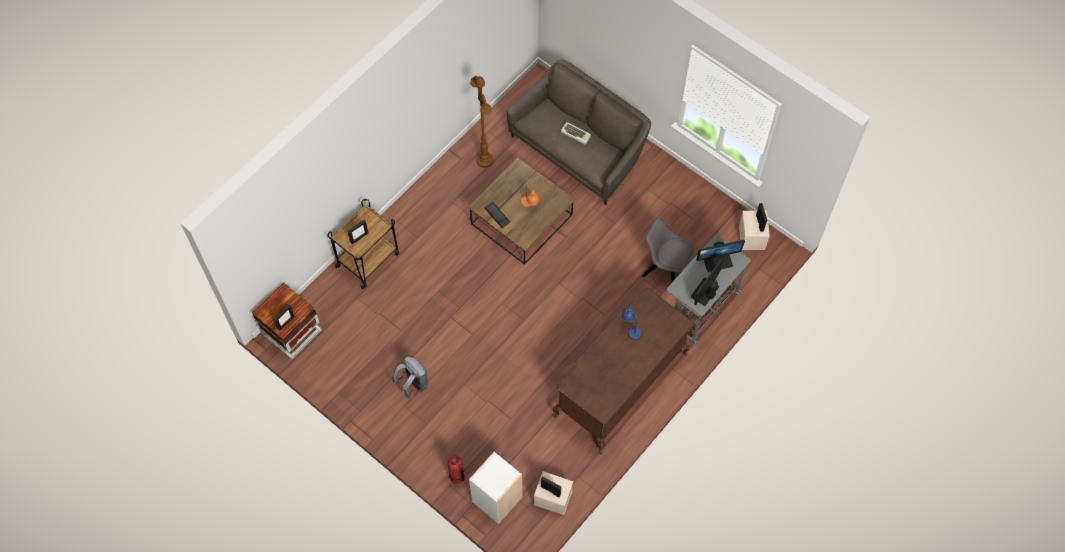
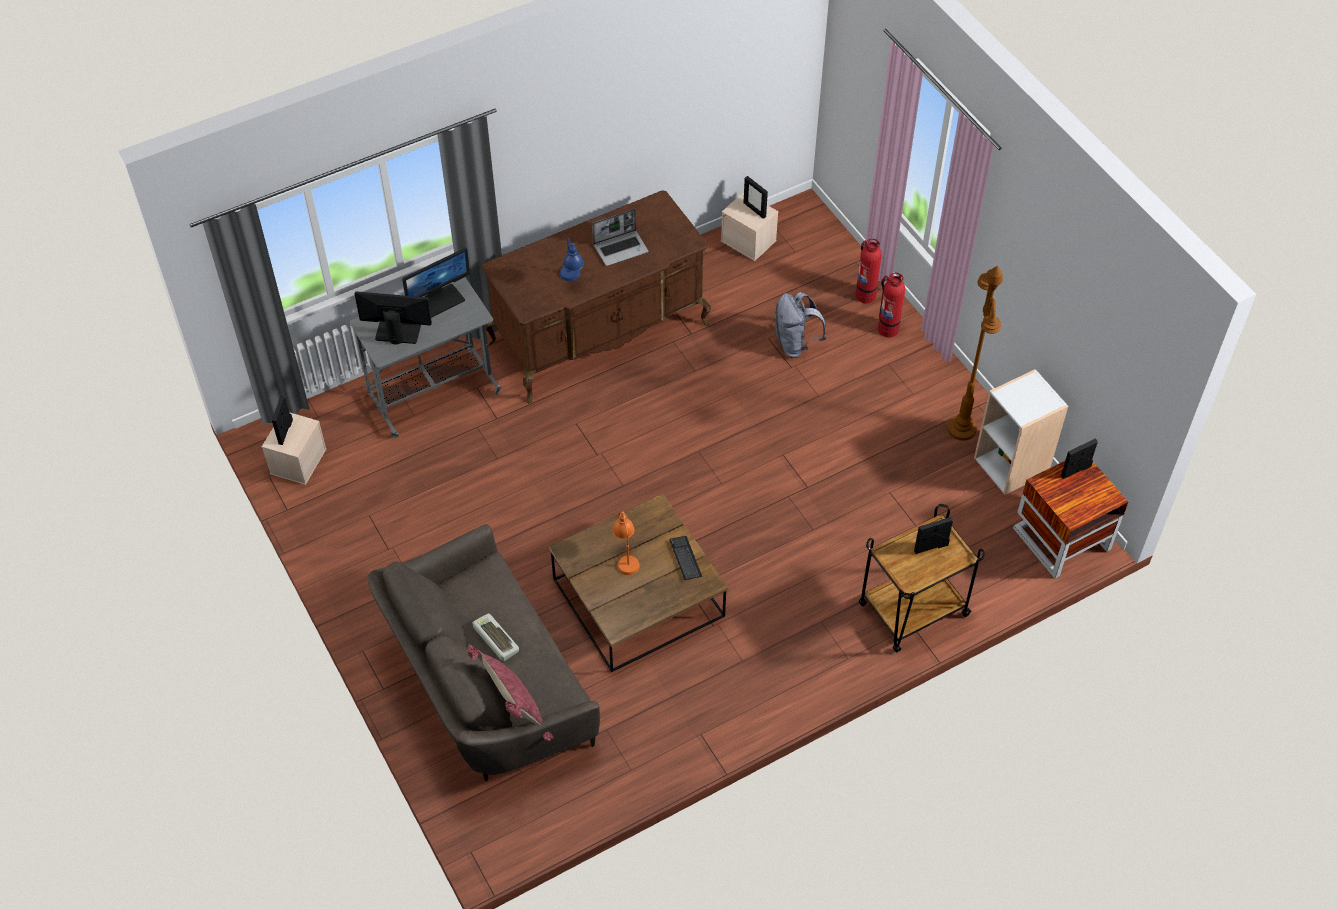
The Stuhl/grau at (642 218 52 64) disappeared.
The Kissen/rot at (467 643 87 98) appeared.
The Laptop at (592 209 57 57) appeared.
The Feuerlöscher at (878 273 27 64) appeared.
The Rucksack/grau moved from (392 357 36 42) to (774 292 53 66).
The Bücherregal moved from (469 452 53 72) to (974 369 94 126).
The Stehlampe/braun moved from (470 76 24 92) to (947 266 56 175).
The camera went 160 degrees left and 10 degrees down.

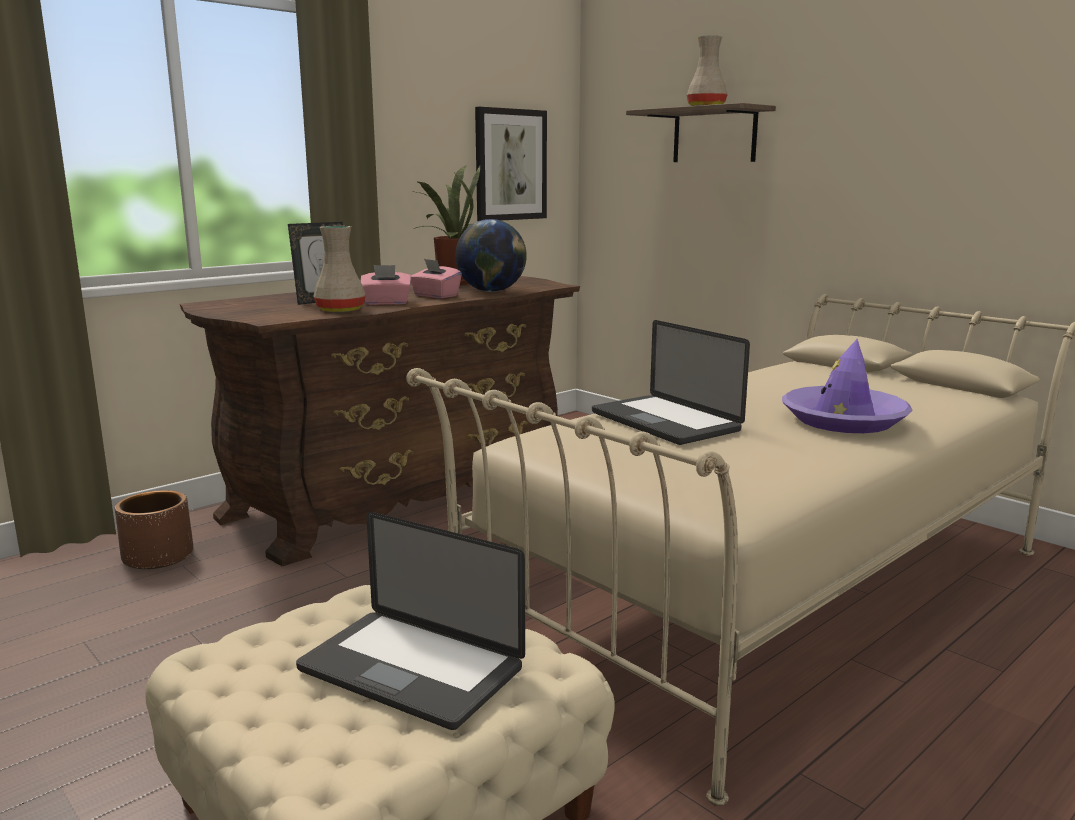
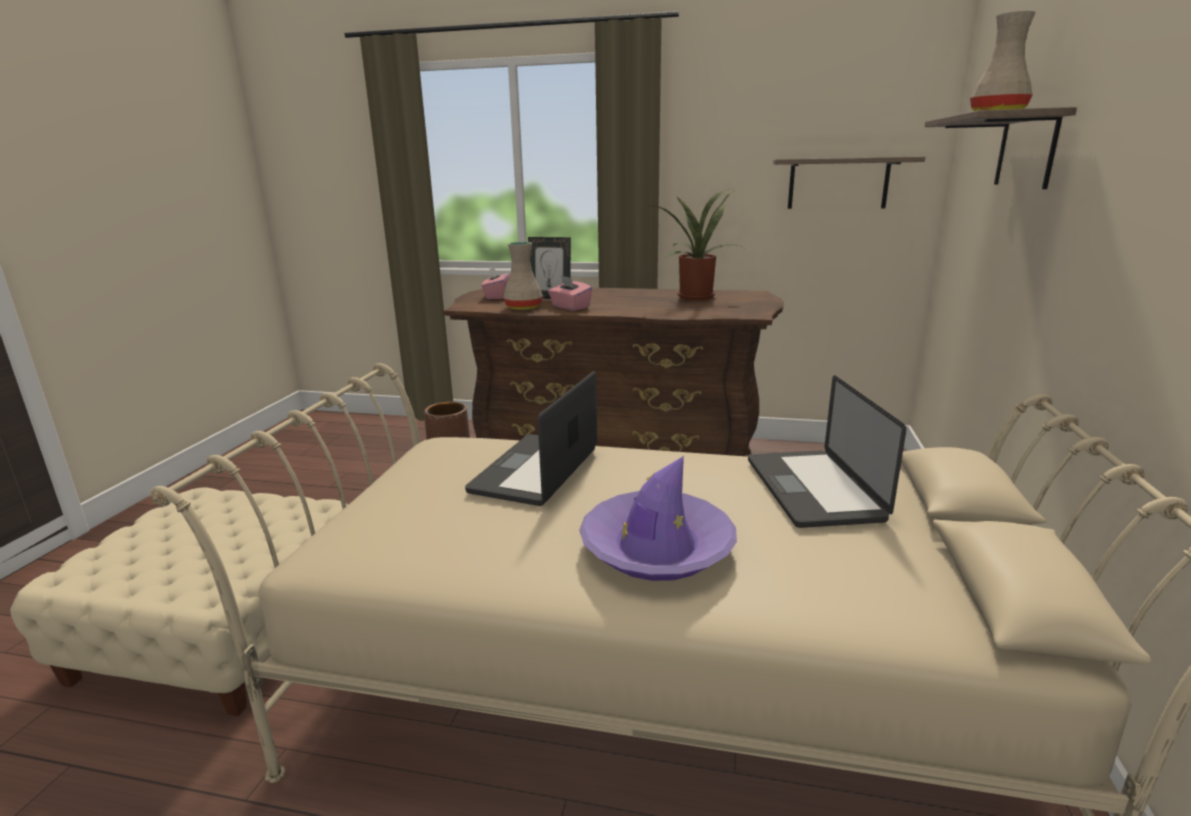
The Globus at (455 219 72 73) disappeared.
The Laptop moved from (296 512 229 218) to (748 375 158 153).
The Taschentuchbox/rosa moved from (411 259 51 39) to (482 266 28 33).
The Bild at (475 107 72 114) was replaced by the Wandregal at (773 157 152 52).
The camera went 55 degrees right and 5 degrees up.

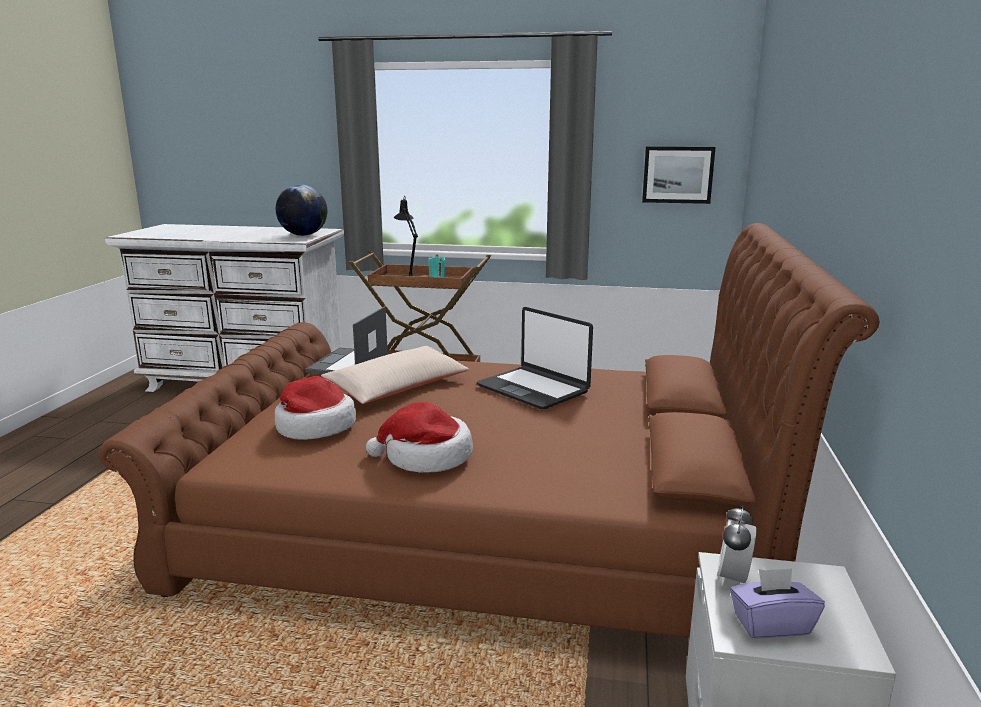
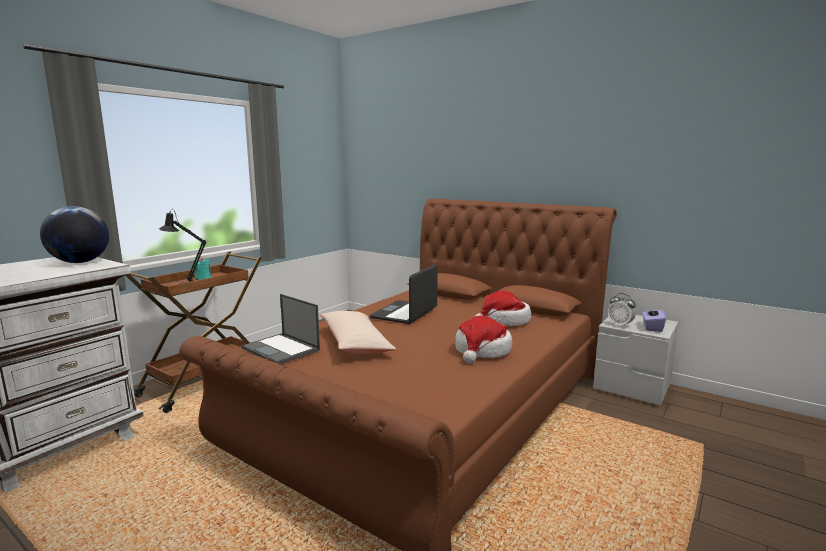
The Bild at (642 146 74 58) disappeared.
The Hut moved from (275 376 81 64) to (475 291 56 35).
The Laptop at (477 307 116 103) turned 135 degrees clockwise.
The camera went 65 degrees left and 5 degrees down.

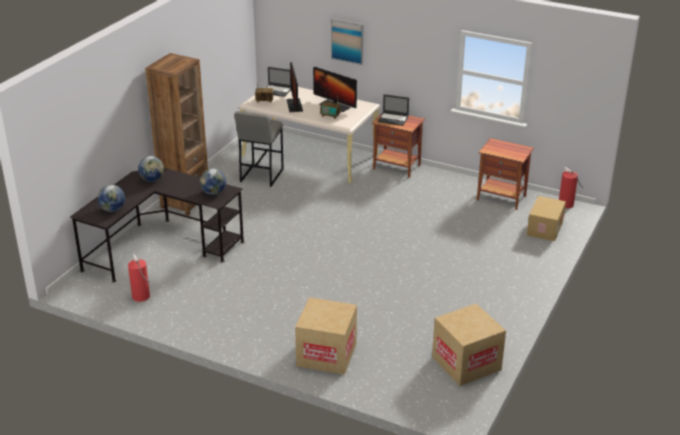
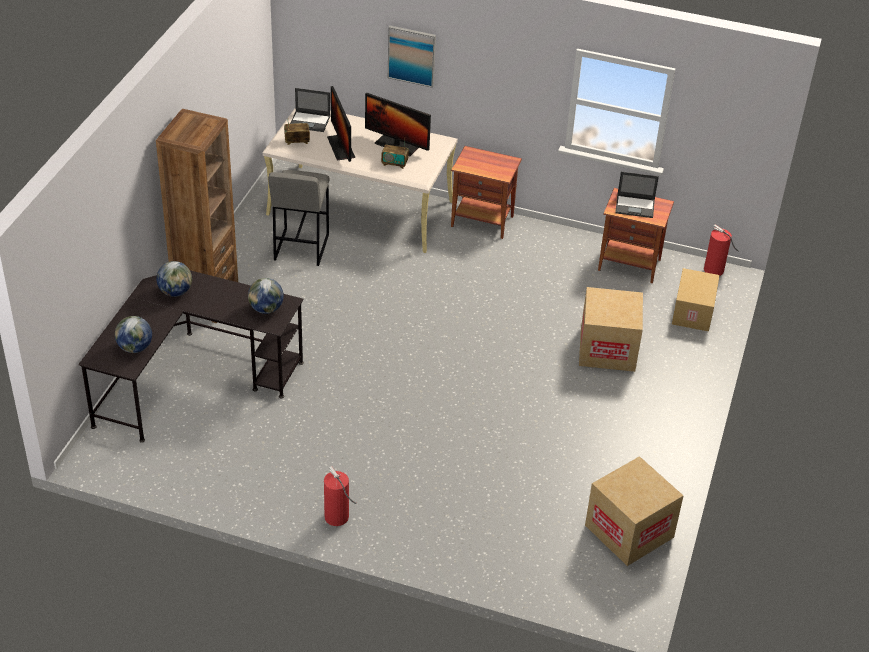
The Feuerlöscher moved from (128 254 22 48) to (324 466 32 60).
The Karton moved from (295 297 62 78) to (579 287 64 85).
The Laptop moved from (378 94 31 32) to (615 172 44 46).
The camera went 10 degrees left and 10 degrees up.

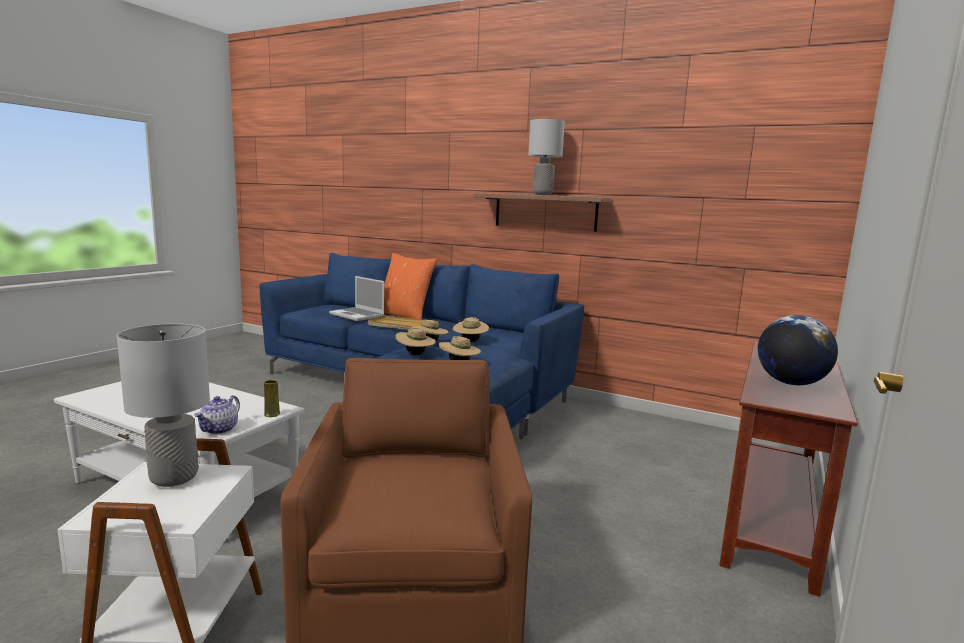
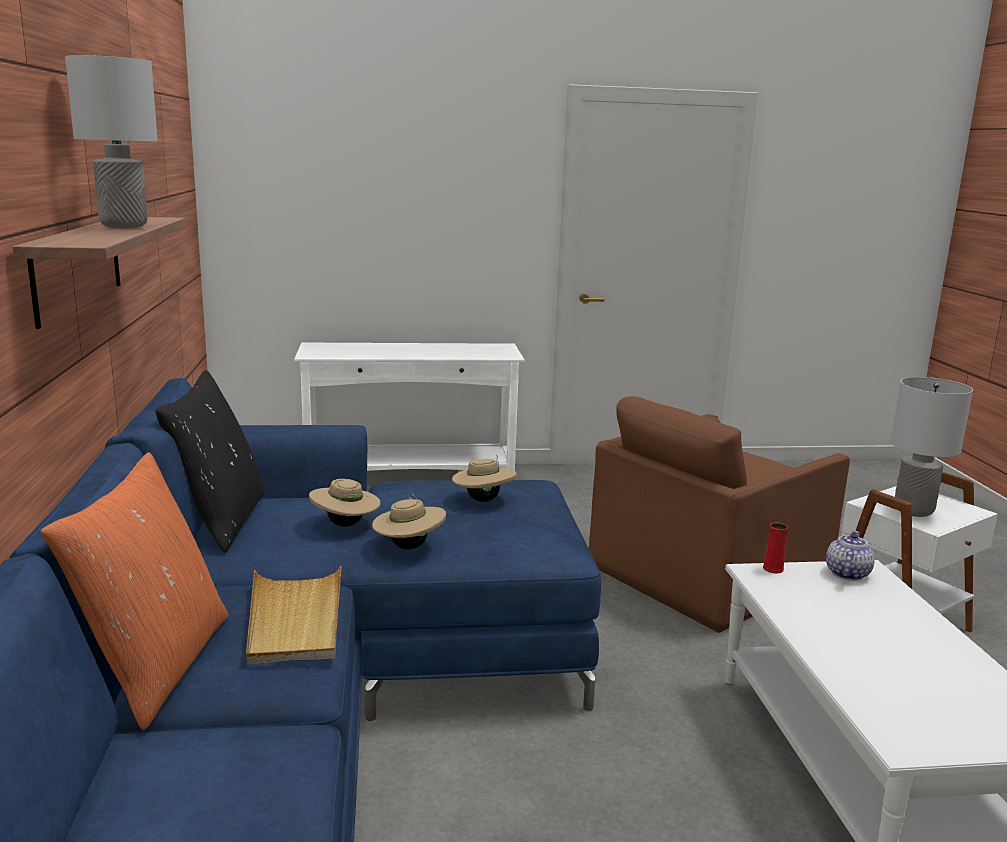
The Laptop at (329 276 55 45) disappeared.
The Hut/beige at (395 328 41 27) disappeared.
The Globus at (758 315 80 70) disappeared.
The Kissen/schwarz at (155 370 109 183) appeared.
The Vase/gelb at (264 380 16 37) became the Vase/rot at (763 523 25 50).
The Konsolentisch/braun at (719 341 139 256) became the Konsolentisch/weiß at (294 343 231 128).
The Teekanne at (194 395 46 39) turned 45 degrees counterclockwise.
The camera went 125 degrees left and 5 degrees up.

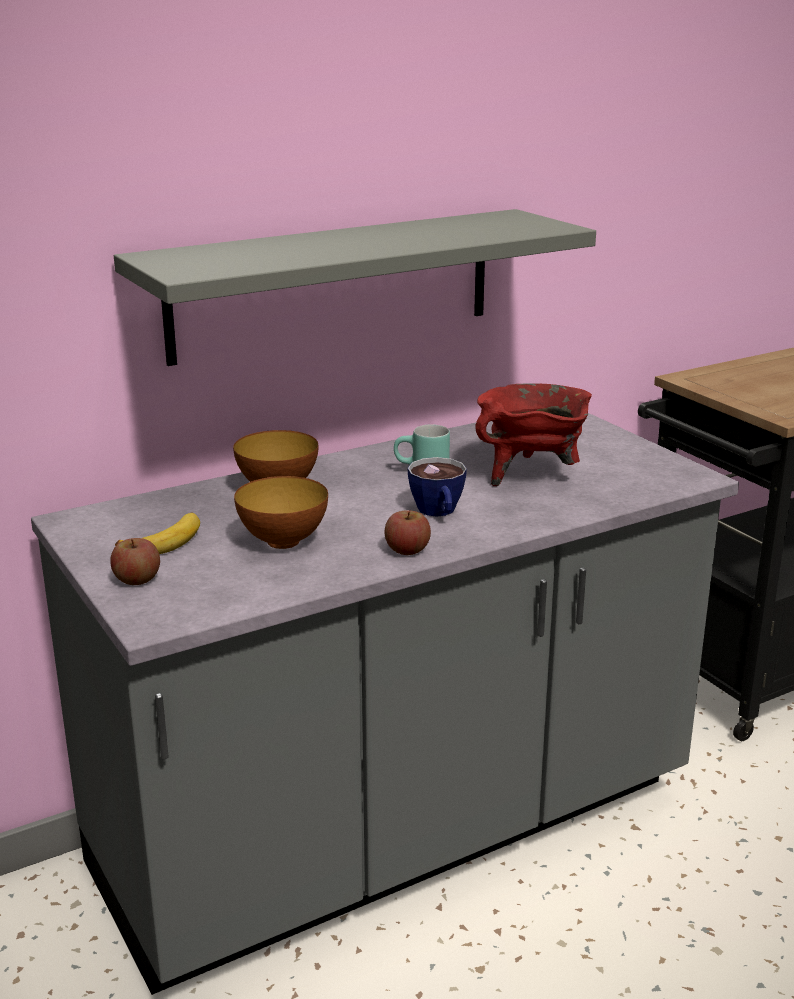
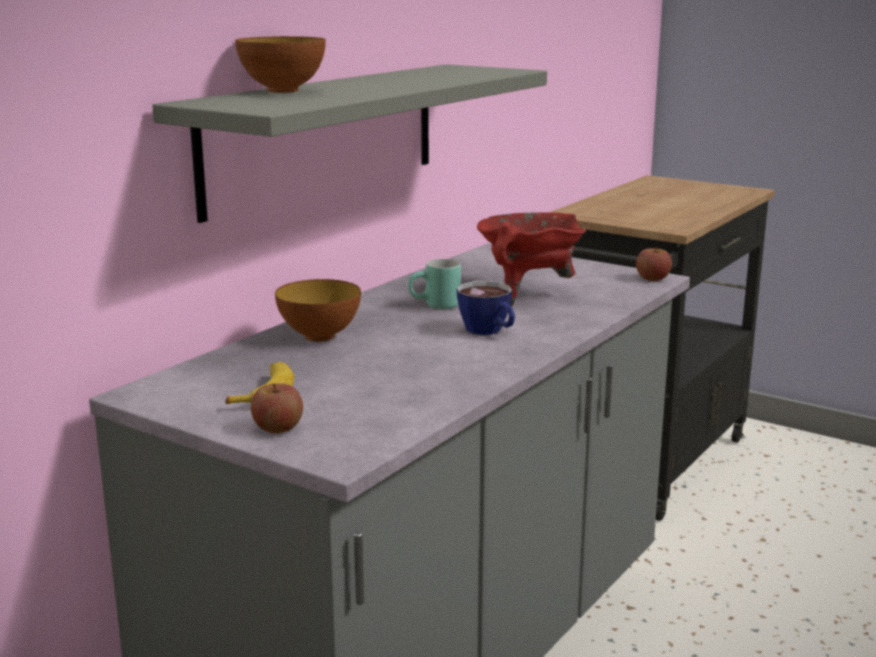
The Schüssel moved from (234 476 94 73) to (235 36 91 57).
The Apfel moved from (385 510 46 45) to (636 247 36 34).
The camera went 25 degrees left and 5 degrees down.

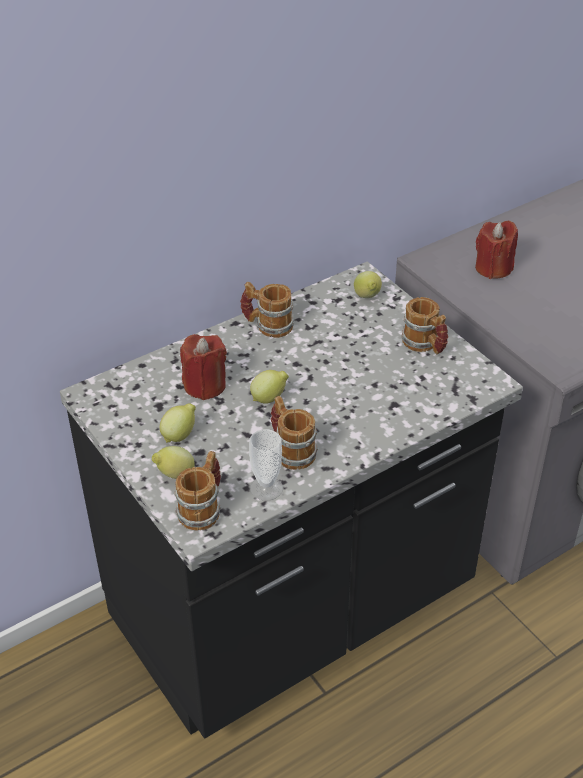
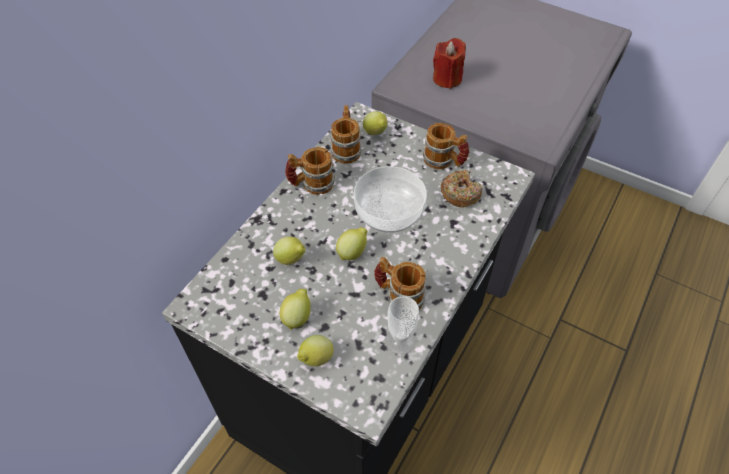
The Schüssel at (354 166 73 67) appeared.
The Donut at (441 170 41 37) appeared.
The Henkelbecher moved from (174 451 47 80) to (331 105 30 59).
The Kerze/rot at (180 334 47 66) was replaced by the Zitrone at (273 237 32 28).
The camera went 25 degrees left and 10 degrees up.

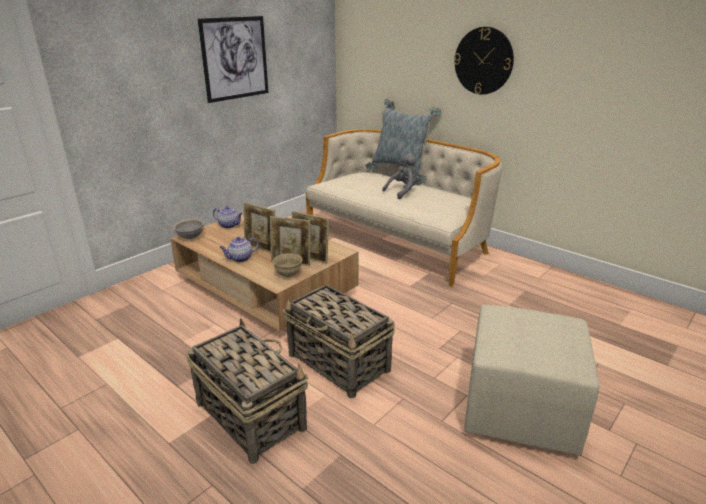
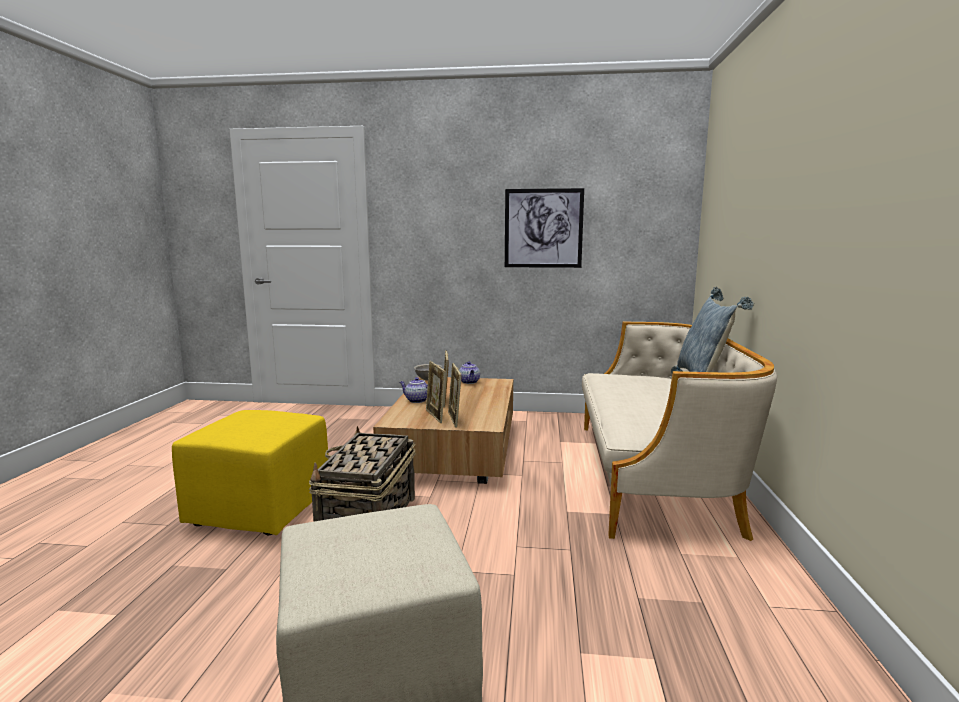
The Schüssel/beige at (272 253 31 24) disappeared.
The Plüschtier/grau at (382 153 36 46) disappeared.
The Wanduhr at (454 27 60 68) disappeared.
The Korb at (187 318 121 146) was replaced by the Polsterhocker/gelb at (172 410 156 125).
The camera went 55 degrees right and 15 degrees down.

